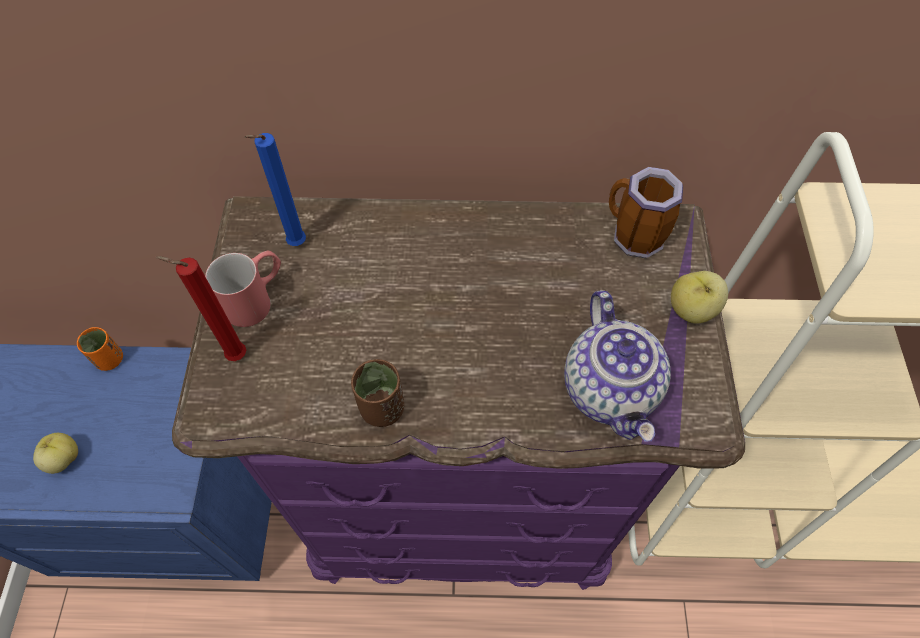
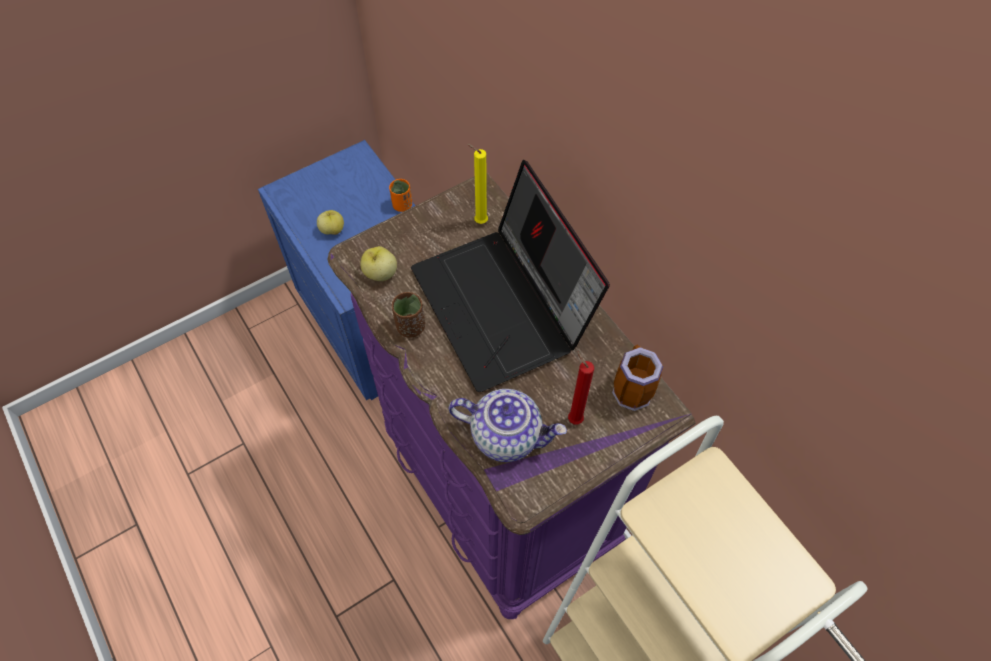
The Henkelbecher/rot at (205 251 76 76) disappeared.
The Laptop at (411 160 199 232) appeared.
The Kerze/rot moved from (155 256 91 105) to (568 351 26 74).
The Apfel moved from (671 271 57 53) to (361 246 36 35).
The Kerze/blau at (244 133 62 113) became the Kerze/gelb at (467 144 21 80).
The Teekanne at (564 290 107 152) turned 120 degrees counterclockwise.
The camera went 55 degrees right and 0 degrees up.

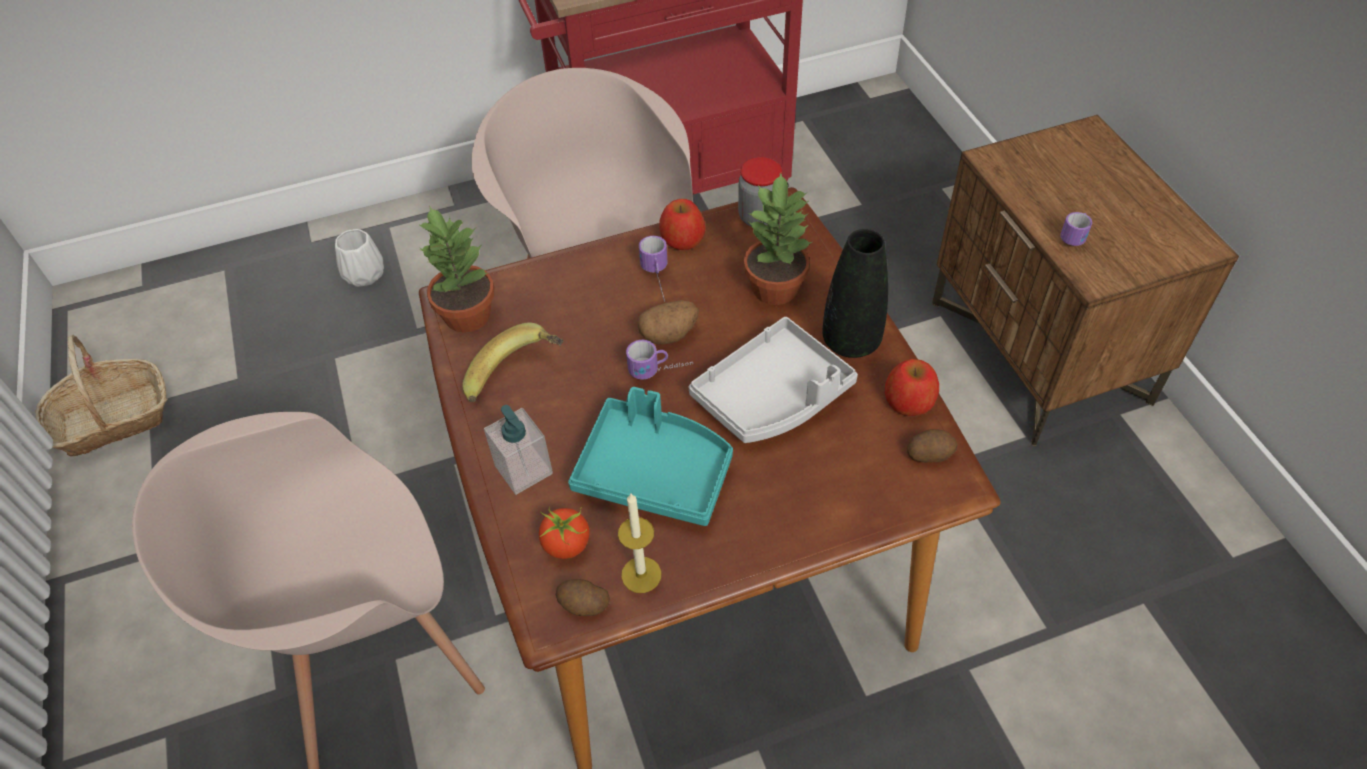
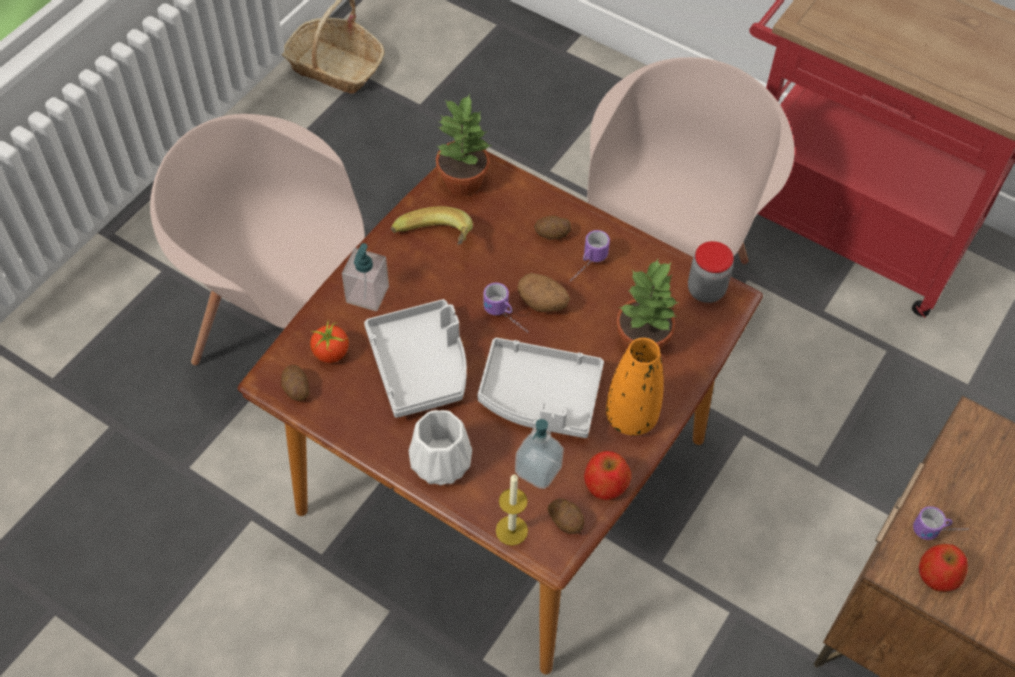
The Seifenspender at (515 419 49 70) appeared.
The Kartoffel at (534 215 37 24) appeared.
The Vase/weiß moved from (335 229 49 58) to (409 410 63 75).
The Kerze moved from (618 494 43 99) to (496 474 32 72).
The Apfel moved from (659 199 47 51) to (919 544 49 48).
The Tablett/türkis at (568 387 165 139) became the Tablett/grau at (364 299 103 119).
The Vase/schwarz at (822 229 66 129) became the Vase/orange at (606 338 58 98).
The camera went 50 degrees right and 5 degrees up.

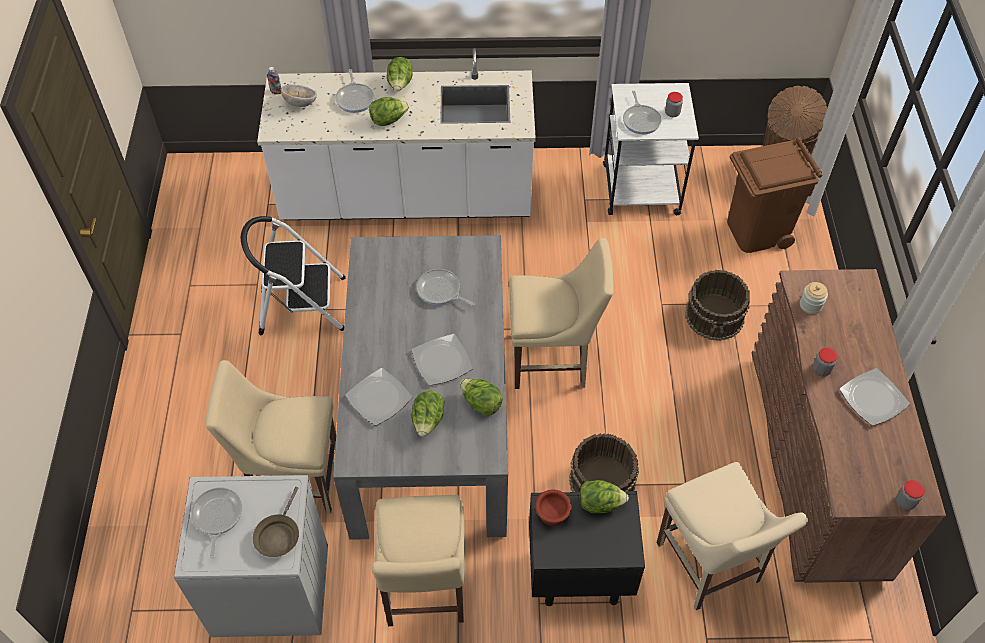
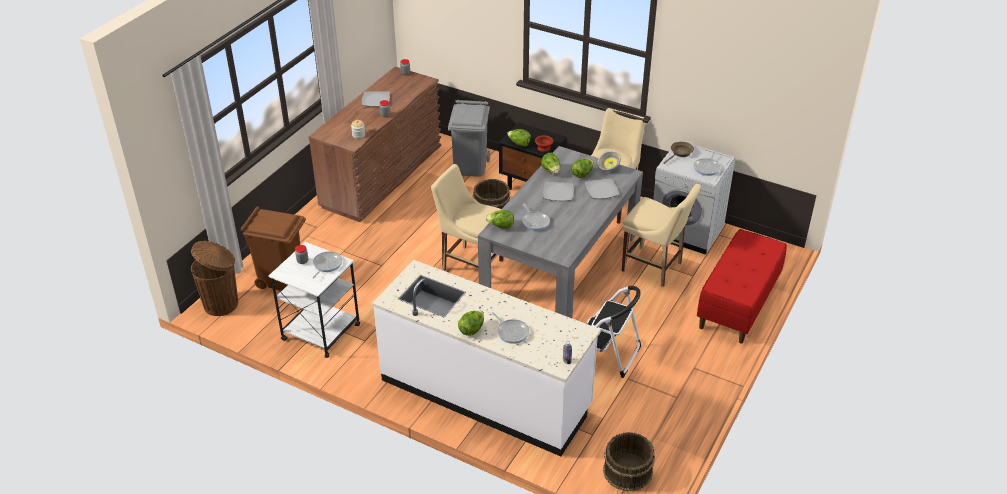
The Bank/rot at (697 229 90 114) appeared.
The Schüssel moved from (281 85 36 22) to (598 150 23 22).
The Salatkopf moved from (369 97 40 29) to (486 210 28 19).
The Eimer/braun moved from (685 270 65 71) to (603 432 52 60).
The Stuhl/beige at (657 462 151 148) was replaced by the Mülleimer/grau at (448 100 42 77).
The Pfanne at (336 69 39 44) turned 120 degrees clockwise.
The camera went 150 degrees left and 15 degrees down.

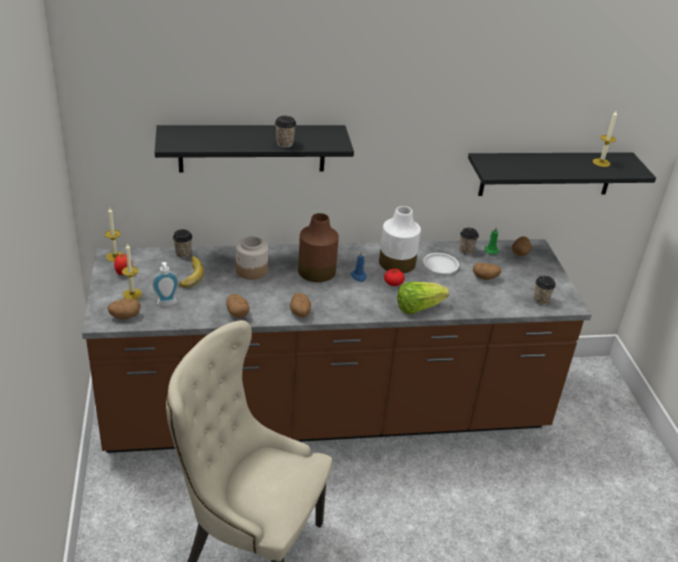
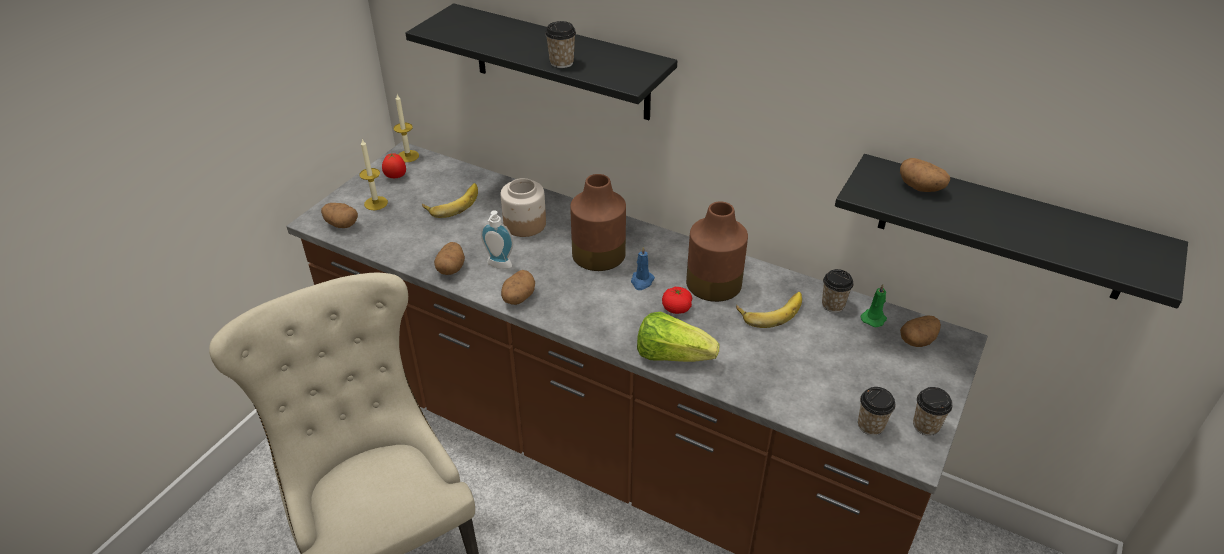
The Kerze at (593 111 24 56) disappeared.
The Seifenspender moved from (152 262 27 44) to (481 210 32 59).
The Tasse moved from (173 229 19 29) to (913 387 40 49).
The Kartoffel moved from (473 263 29 17) to (900 158 50 34).
The Teller/weiß at (423 253 36 20) was replaced by the Banane at (736 292 66 36).
The Vase/weiß at (379 206 42 67) became the Vase/braun at (686 201 62 101).
The camera went 40 degrees right and 5 degrees up.

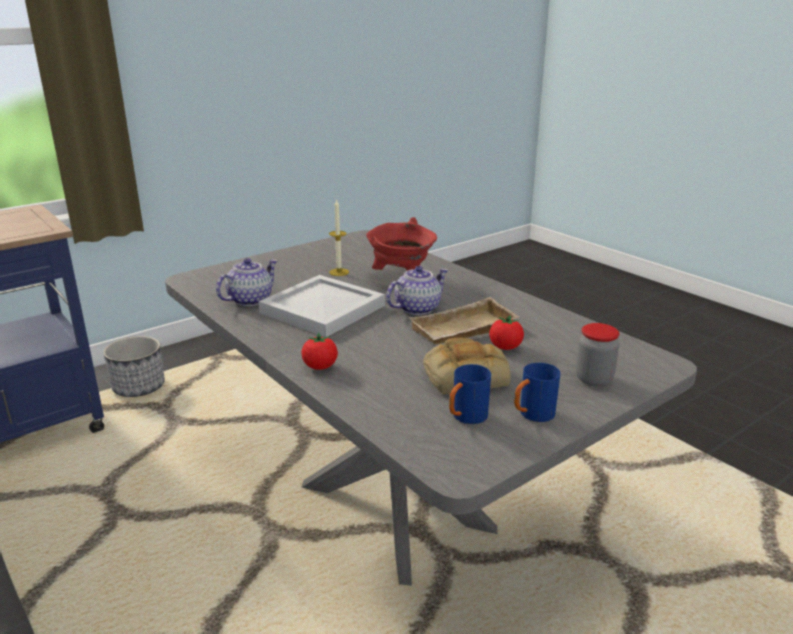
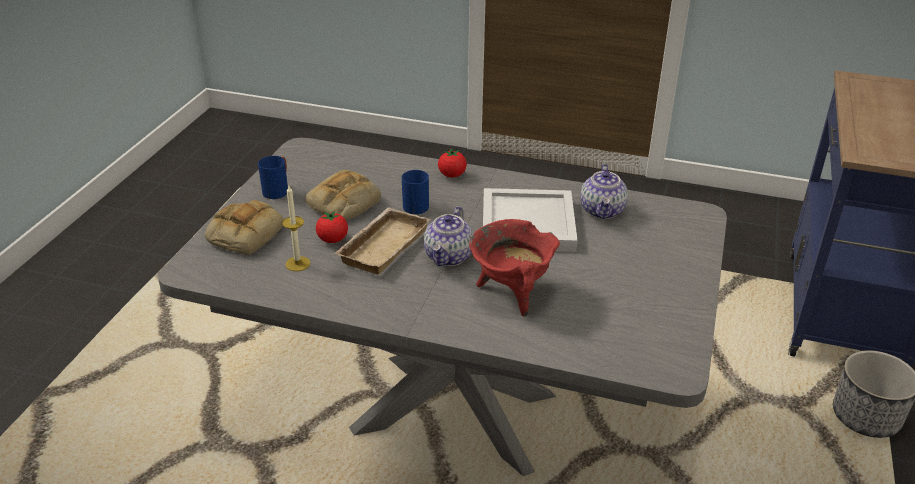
The Kerze moved from (329 199 20 77) to (282 186 28 85).
The Henkelbecher/blau moved from (449 364 42 60) to (402 170 27 44).
The Vorratsglas at (576 323 44 63) was replaced by the Brot at (205 200 79 55).
The camera went 145 degrees right and 10 degrees up.

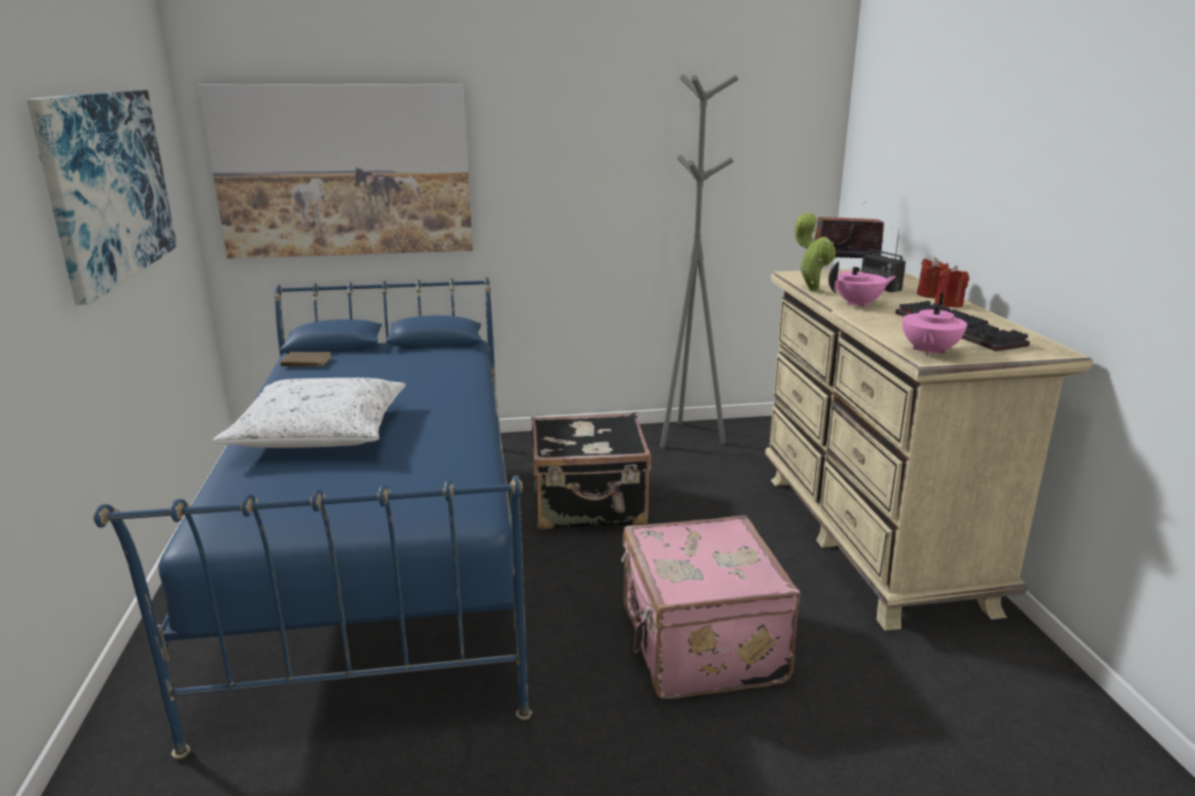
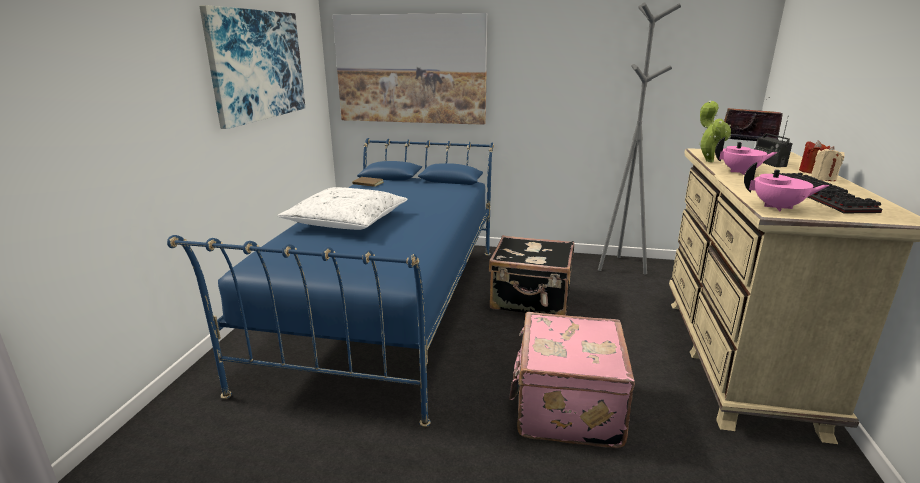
The Kerze/rot at (935 266 34 42) became the Kerze/beige at (811 146 34 35).
The Teekanne/rosa at (902 293 65 63) turned 120 degrees counterclockwise.
The camera went 20 degrees right and 0 degrees up.

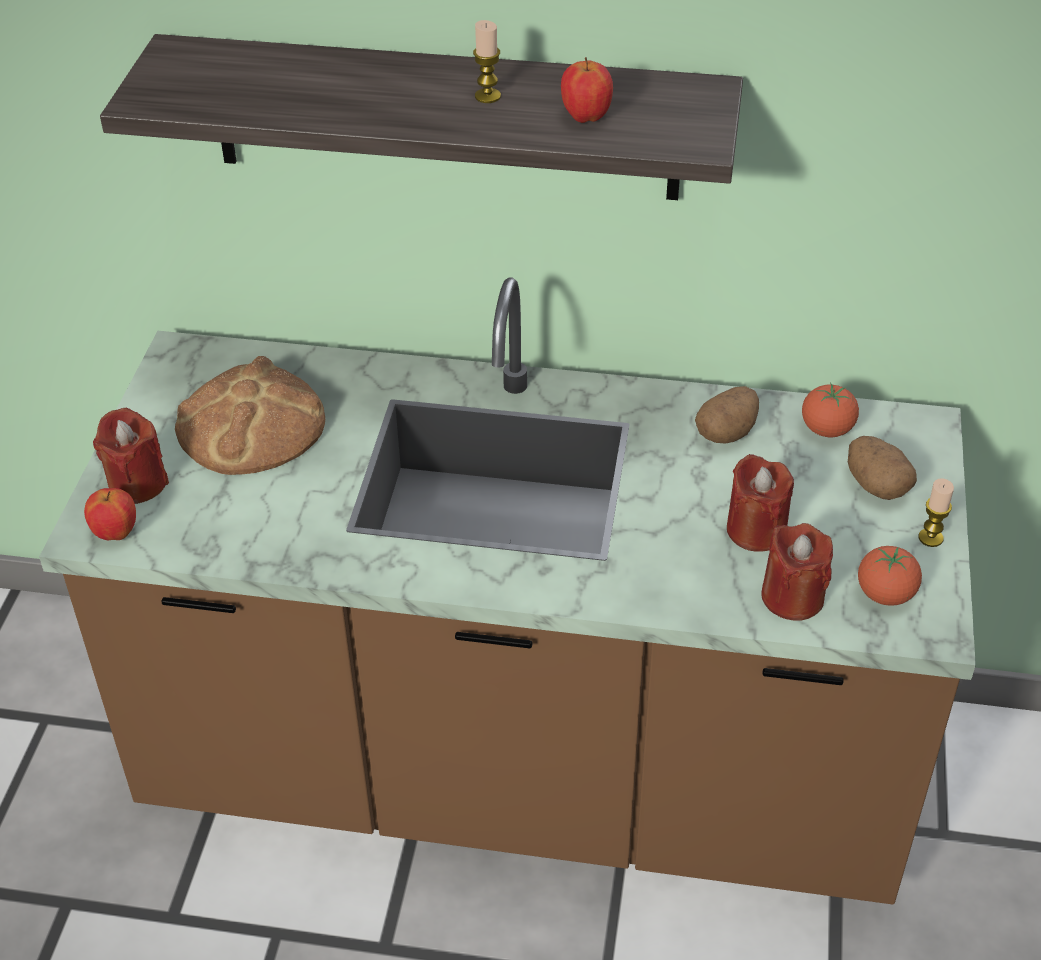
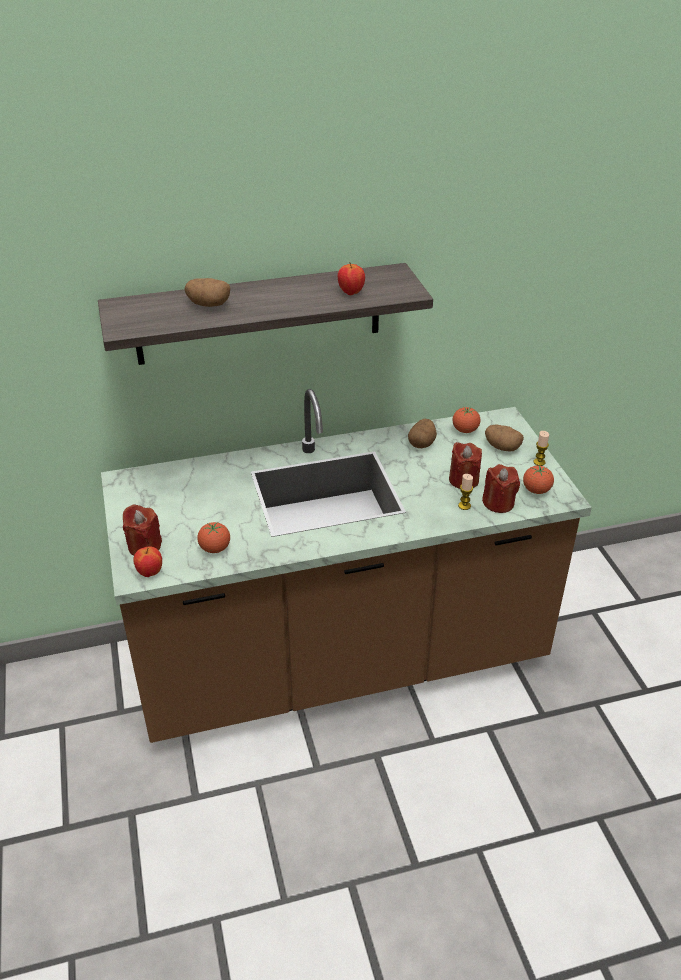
The Brot at (175 356 150 119) disappeared.
The Kartoffel at (184 278 46 29) appeared.
The Tomate at (197 522 33 31) appeared.
The Kerze moved from (473 20 28 83) to (458 474 15 36).
The camera went 25 degrees left and 5 degrees down.

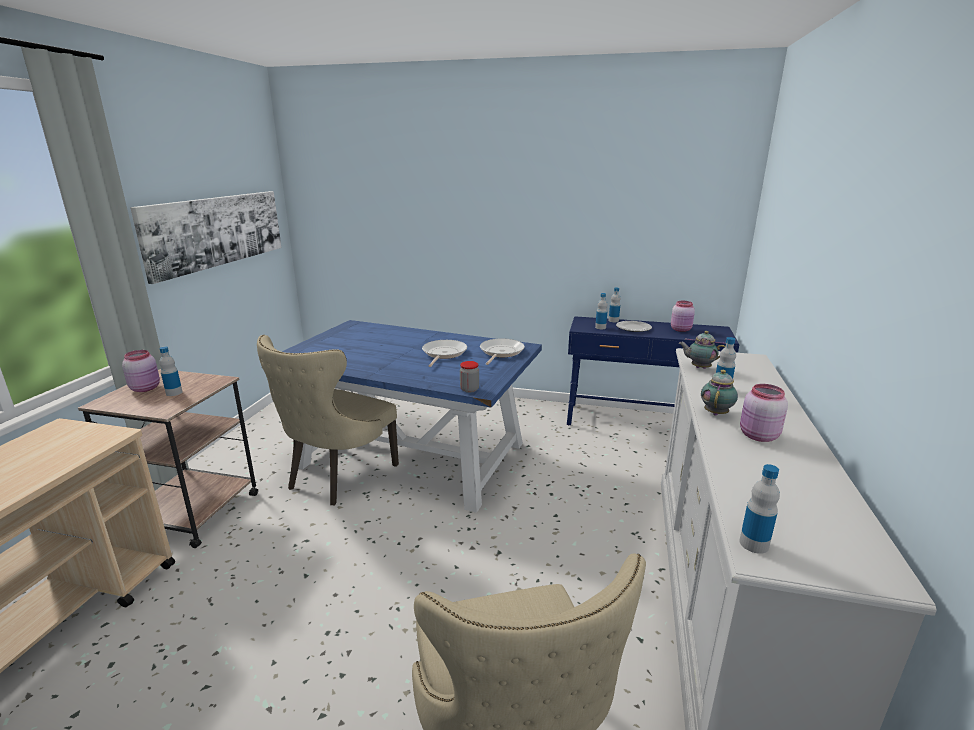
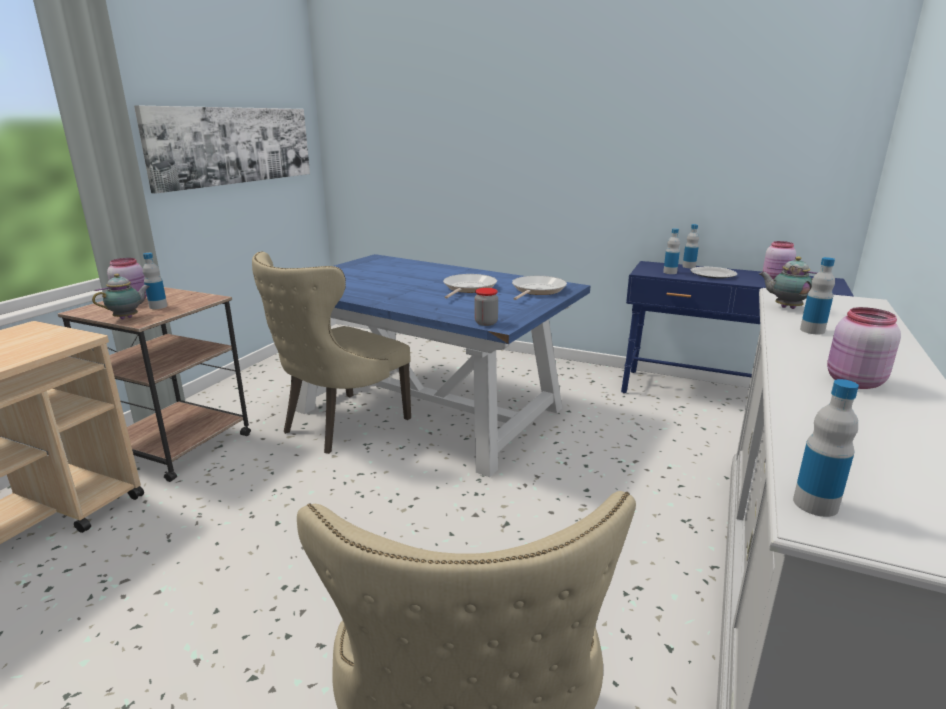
The Teekanne moved from (701 370 37 46) to (92 274 58 45).
The camera went 10 degrees right and 0 degrees up.

